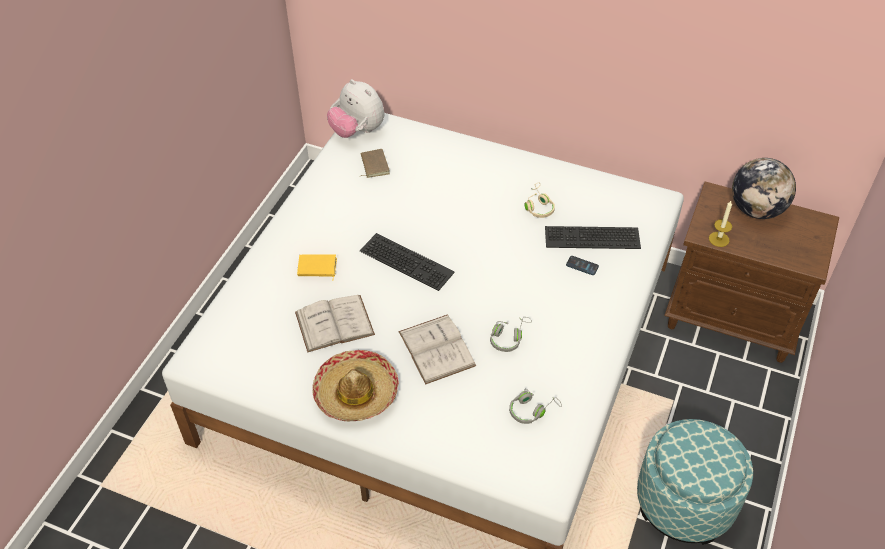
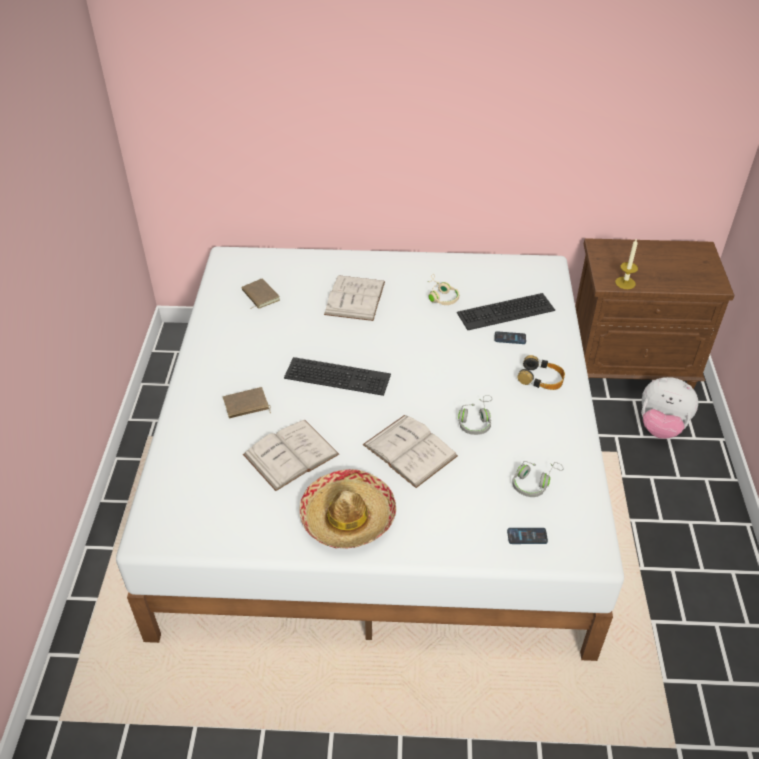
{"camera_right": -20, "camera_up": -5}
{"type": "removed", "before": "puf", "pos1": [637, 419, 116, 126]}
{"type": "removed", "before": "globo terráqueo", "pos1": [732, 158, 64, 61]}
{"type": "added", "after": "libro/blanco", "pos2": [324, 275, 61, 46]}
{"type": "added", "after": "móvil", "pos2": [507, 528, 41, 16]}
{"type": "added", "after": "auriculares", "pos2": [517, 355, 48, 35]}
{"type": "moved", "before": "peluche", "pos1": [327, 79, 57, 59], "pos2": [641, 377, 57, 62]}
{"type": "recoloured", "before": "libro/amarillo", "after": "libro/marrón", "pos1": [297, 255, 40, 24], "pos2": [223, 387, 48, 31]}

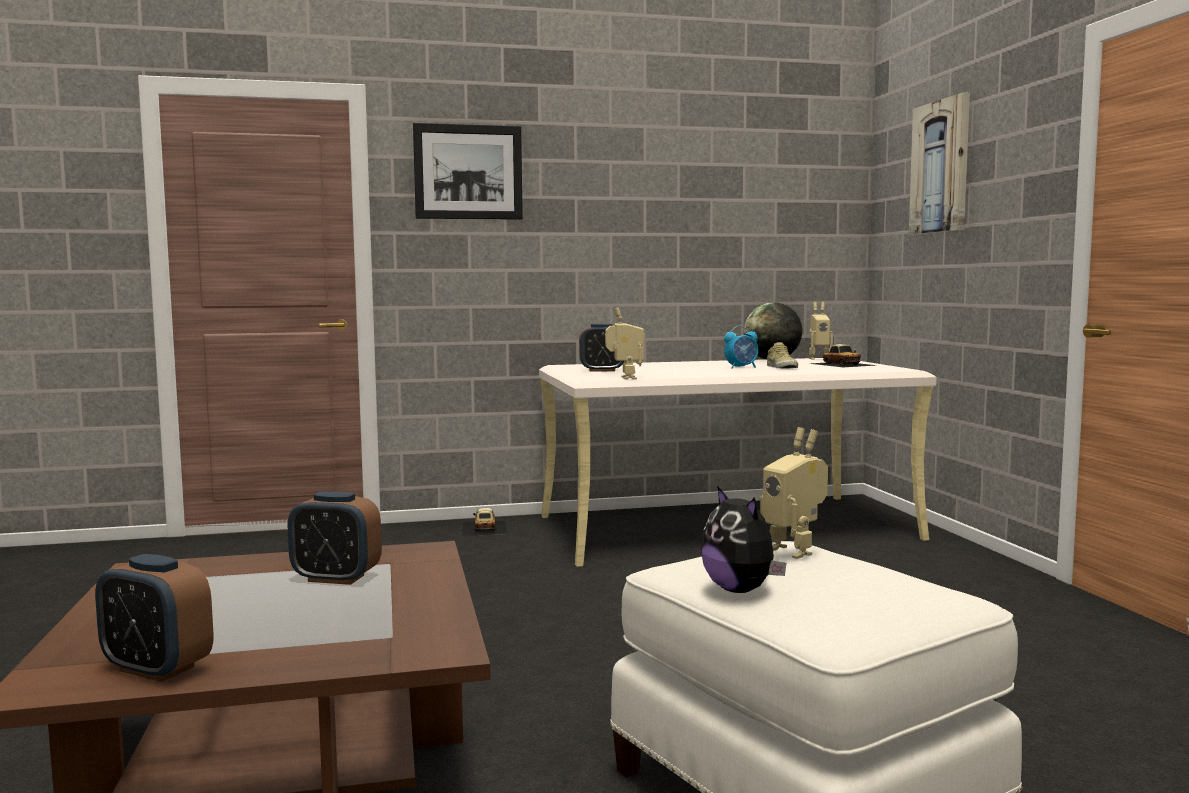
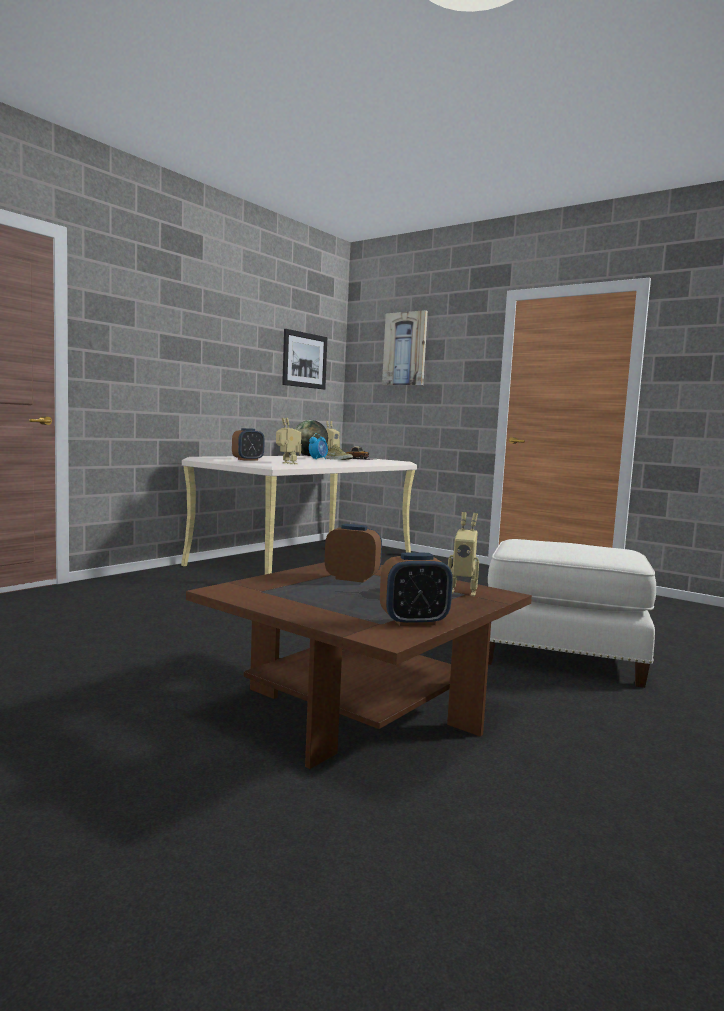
{"camera_right": -40, "camera_up": 0}
{"type": "removed", "before": "coche de juguete", "pos1": [462, 508, 45, 28]}
{"type": "removed", "before": "peluche", "pos1": [701, 486, 85, 107]}
{"type": "moved", "before": "cuadro", "pos1": [413, 123, 110, 97], "pos2": [282, 329, 45, 60]}
{"type": "moved", "before": "robot de juguete", "pos1": [760, 427, 68, 132], "pos2": [448, 512, 31, 84]}
{"type": "turned", "before": "despertador", "pos1": [288, 491, 94, 94], "pos2": [325, 524, 57, 59], "turn": -135}

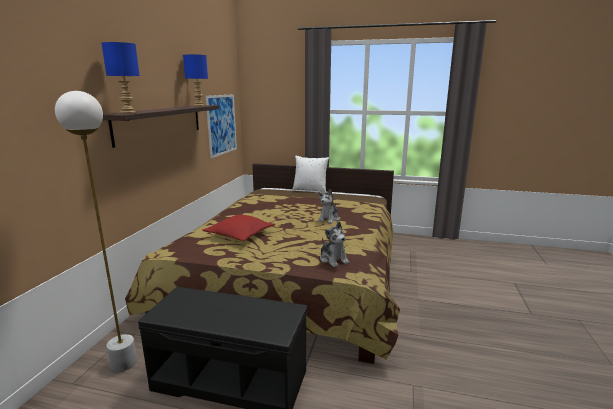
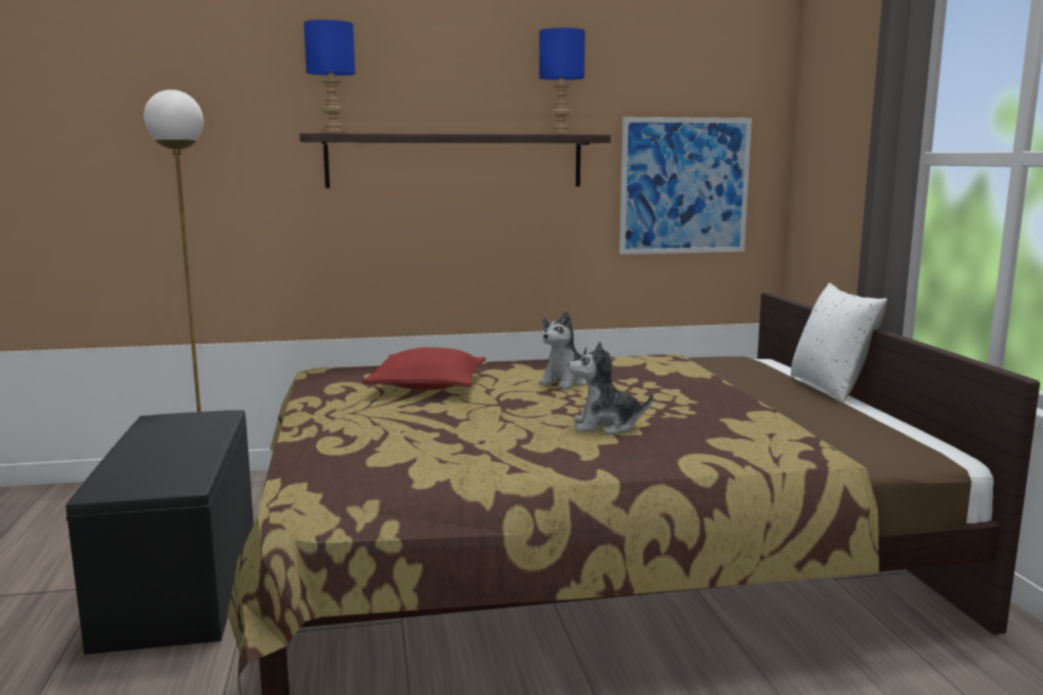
{"camera_right": 65, "camera_up": -5}
{"type": "moved", "before": "peluche", "pos1": [320, 222, 30, 45], "pos2": [538, 311, 49, 78]}

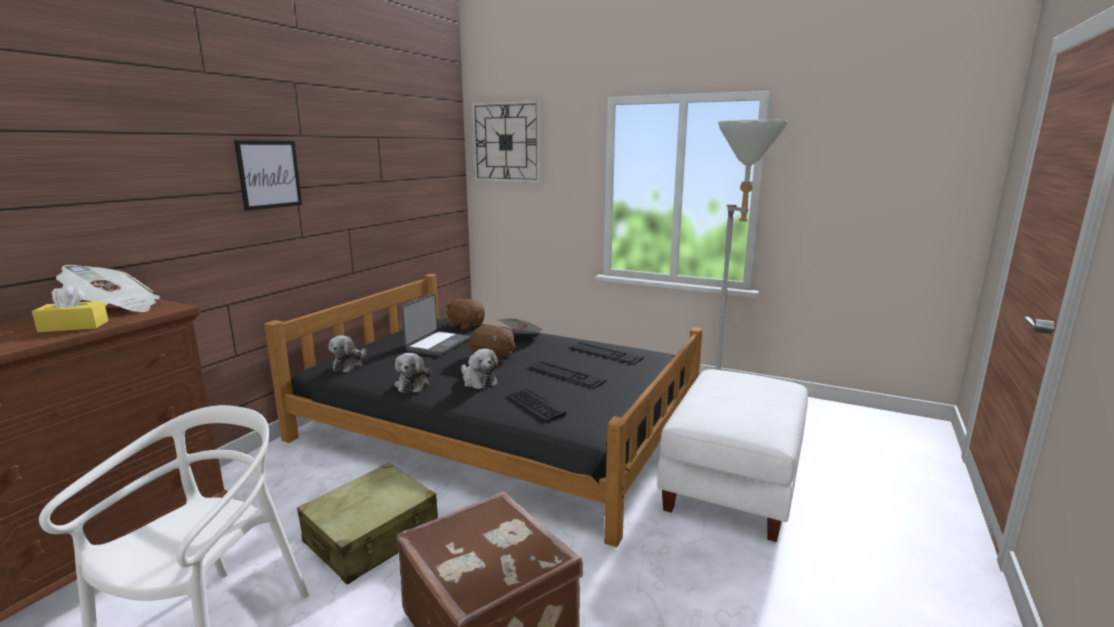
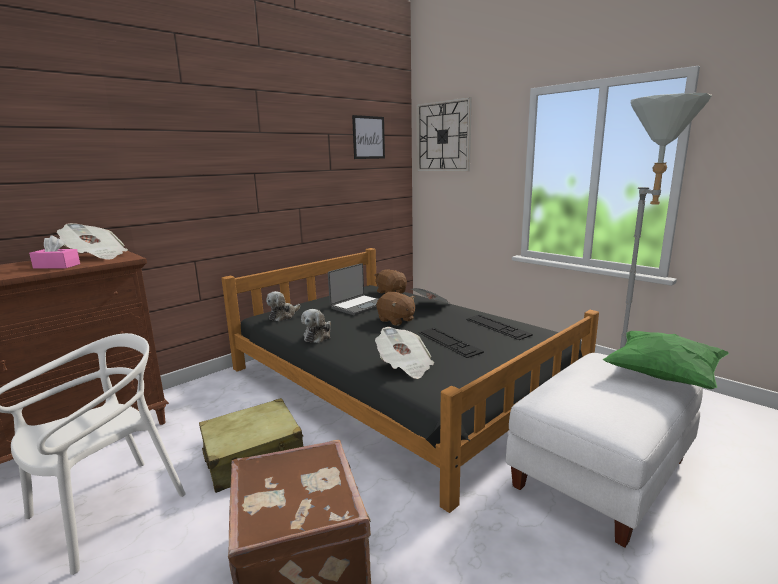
{"camera_right": 20, "camera_up": 0}
{"type": "removed", "before": "peluche", "pos1": [461, 349, 37, 40]}
{"type": "added", "after": "cojín/verde", "pos2": [603, 331, 126, 58]}
{"type": "moved", "before": "cuadro", "pos1": [234, 140, 68, 71], "pos2": [352, 115, 33, 44]}
{"type": "replaced", "before": "teclado", "after": "periódico", "pos1": [507, 388, 59, 34], "pos2": [375, 327, 59, 52]}
{"type": "recoloured", "before": "caja de pañuelos/amarillo", "after": "caja de pañuelos/rosa", "pos1": [32, 285, 77, 47], "pos2": [29, 235, 51, 33]}

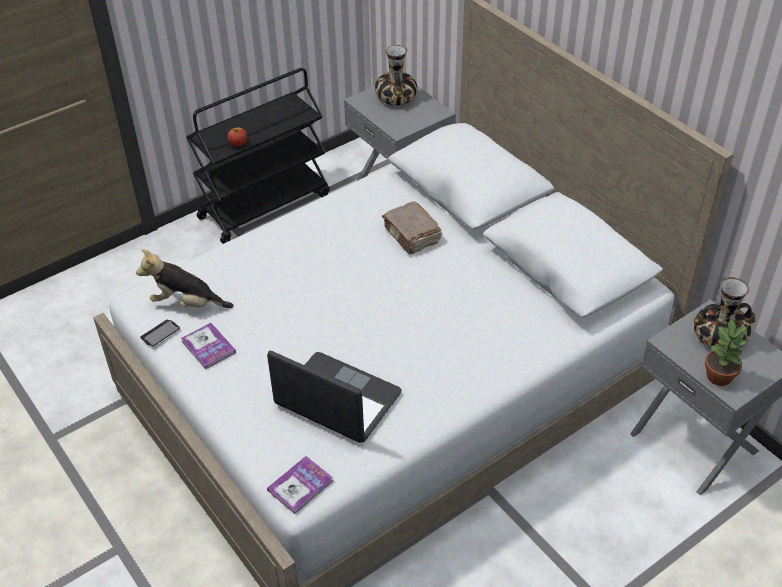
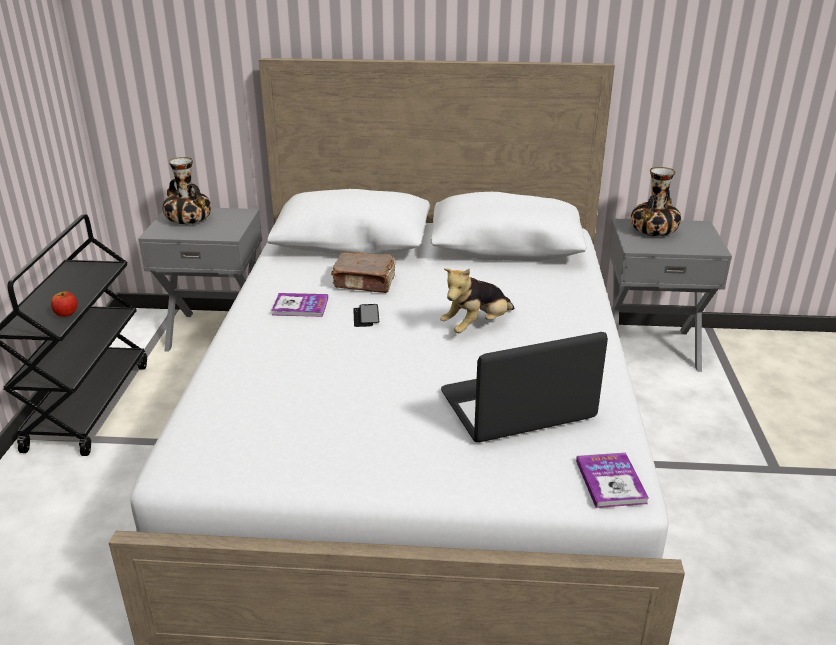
{"camera_right": -50, "camera_up": -15}
{"type": "removed", "before": "planta en maceta", "pos1": [705, 318, 42, 68]}
{"type": "moved", "before": "peluche", "pos1": [136, 249, 98, 59], "pos2": [440, 268, 74, 65]}
{"type": "moved", "before": "móvil", "pos1": [140, 320, 40, 26], "pos2": [353, 304, 26, 23]}
{"type": "moved", "before": "libro", "pos1": [181, 323, 55, 46], "pos2": [271, 293, 57, 24]}

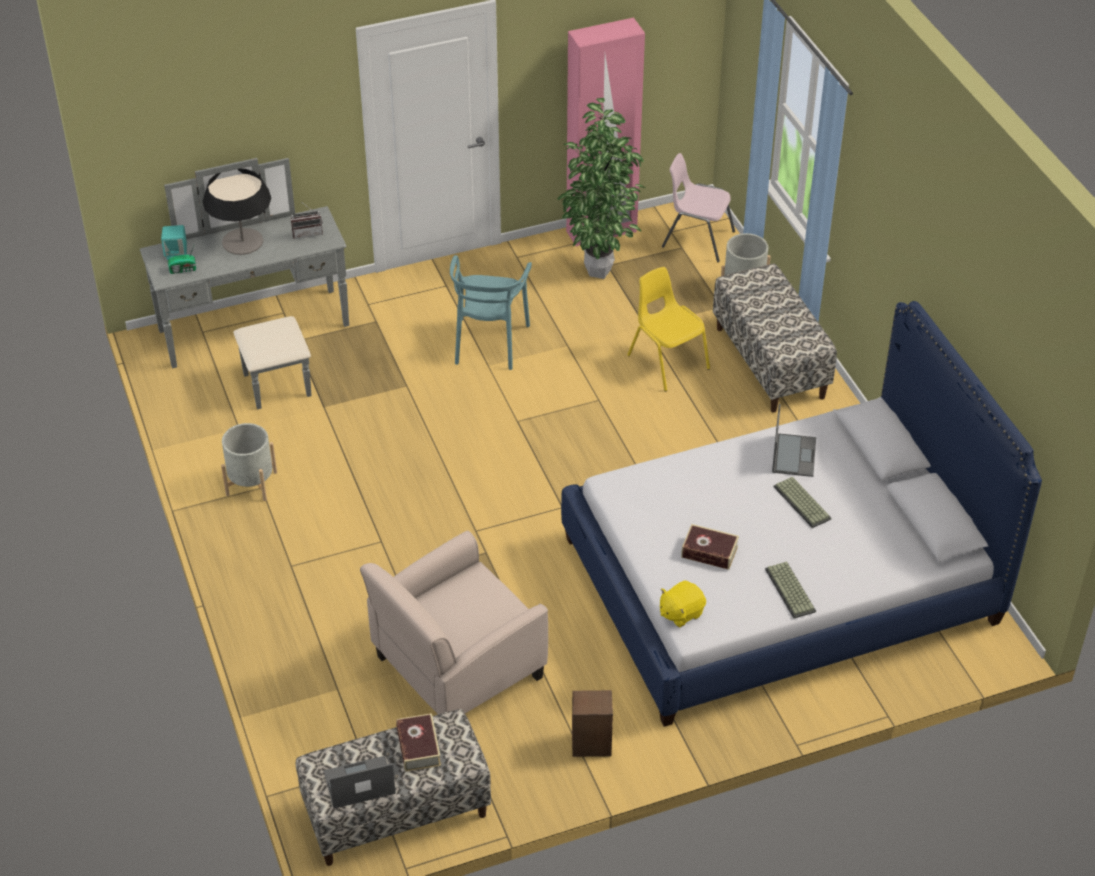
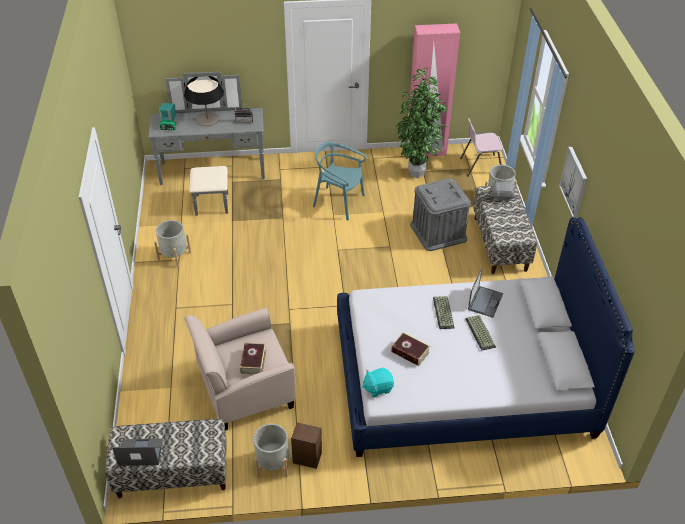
{"camera_right": 15, "camera_up": 0}
{"type": "added", "after": "maceta/gris", "pos2": [254, 424, 35, 53]}
{"type": "added", "after": "peluche/gris", "pos2": [488, 180, 26, 22]}
{"type": "added", "after": "cuadro", "pos2": [559, 147, 28, 71]}
{"type": "moved", "before": "libro", "pos1": [396, 713, 45, 59], "pos2": [240, 343, 26, 32]}
{"type": "moved", "before": "teclado", "pos1": [765, 561, 51, 57], "pos2": [433, 296, 21, 33]}
{"type": "replaced", "before": "silla/amarillo", "after": "caja de almacenaje/gris", "pos1": [627, 267, 83, 124], "pos2": [410, 178, 61, 73]}
{"type": "recoloured", "before": "peluche/amarillo", "after": "peluche/turquesa", "pos1": [660, 580, 46, 47], "pos2": [362, 368, 32, 29]}
{"type": "turned", "before": "silla/turquesa", "pos1": [450, 255, 82, 115], "pos2": [313, 142, 53, 78], "turn": 90}
{"type": "turned", "before": "silla/rosa", "pos1": [662, 153, 73, 109], "pos2": [460, 118, 42, 58], "turn": -45}

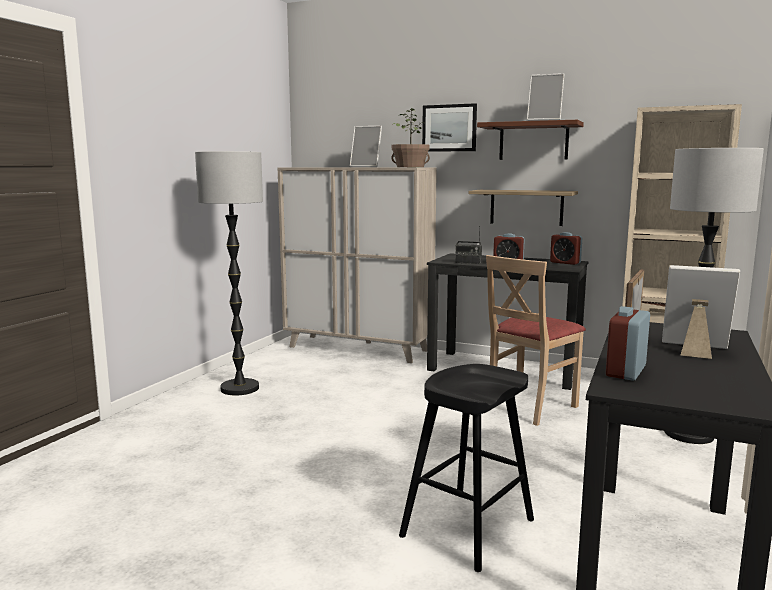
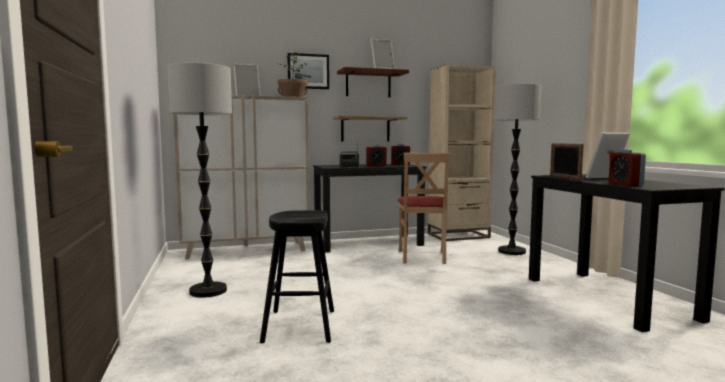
{"camera_right": -40, "camera_up": -5}
{"type": "moved", "before": "taburete/negro", "pos1": [399, 364, 135, 208], "pos2": [260, 210, 74, 133]}

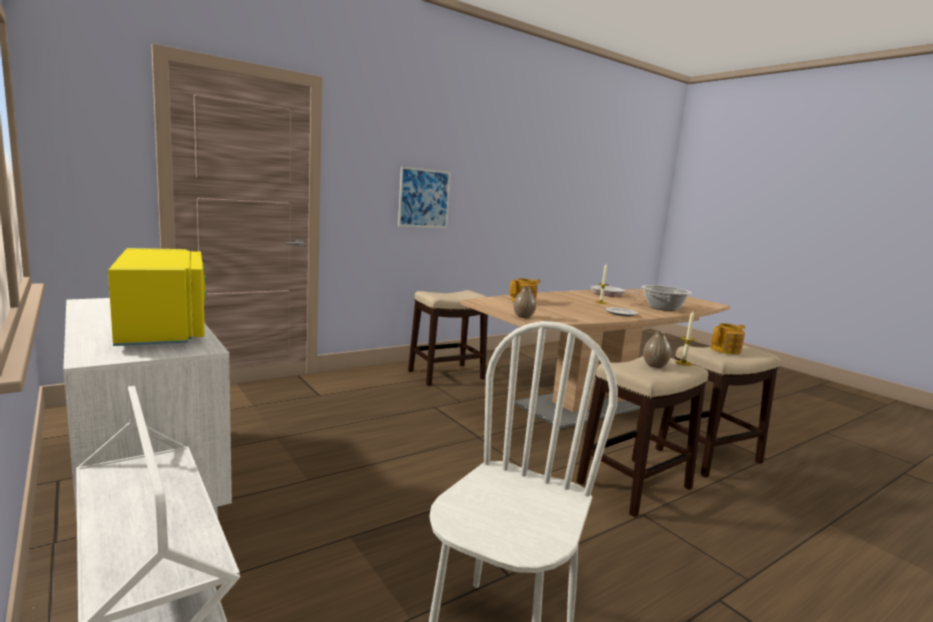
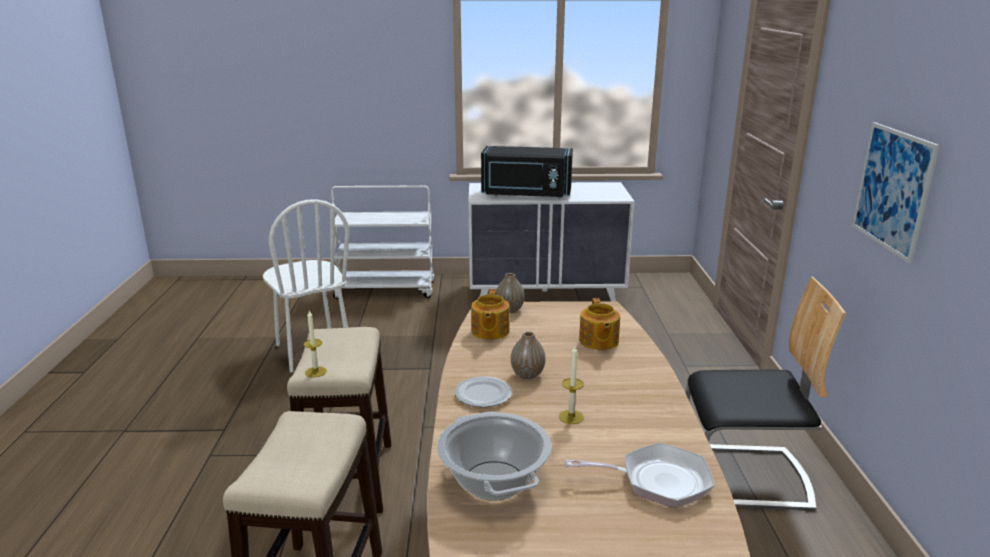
{"camera_right": 125, "camera_up": 10}
{"type": "moved", "before": "florero", "pos1": [643, 332, 28, 36], "pos2": [511, 331, 34, 48]}
{"type": "moved", "before": "tetera", "pos1": [710, 323, 35, 32], "pos2": [471, 289, 39, 51]}
{"type": "replaced", "before": "taburete", "after": "silla", "pos1": [408, 290, 80, 96], "pos2": [686, 277, 160, 234]}
{"type": "recoloured", "before": "microondas/amarillo", "after": "microondas/negro", "pos1": [108, 248, 99, 98], "pos2": [481, 146, 92, 53]}

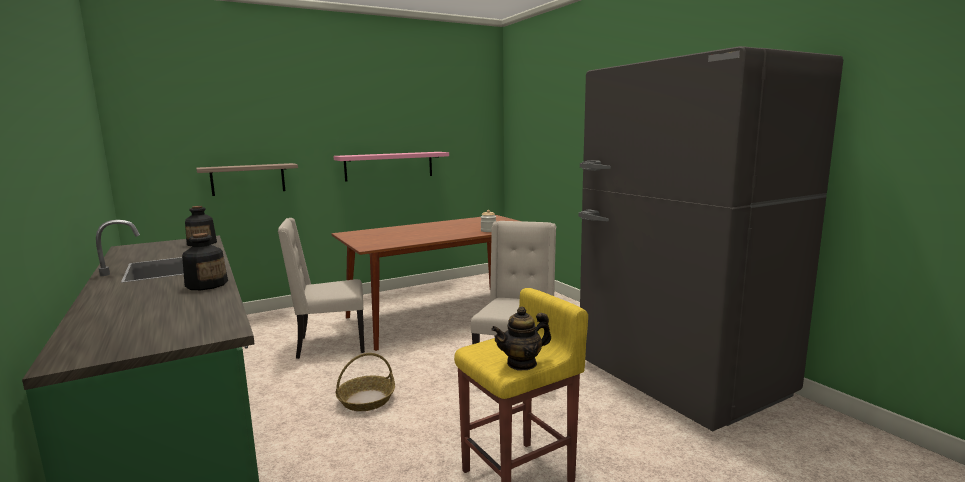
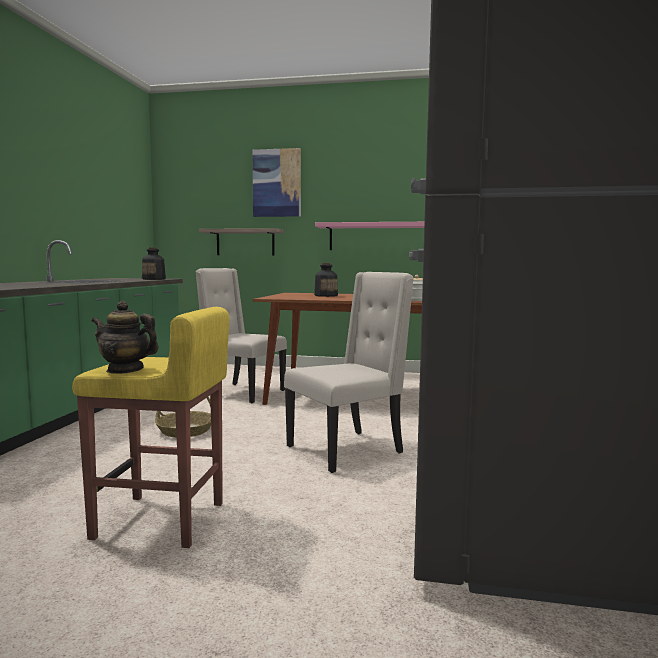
{"camera_right": 40, "camera_up": -5}
{"type": "added", "after": "cuadro", "pos2": [252, 148, 49, 69]}
{"type": "moved", "before": "botella", "pos1": [182, 233, 46, 57], "pos2": [314, 263, 24, 34]}

